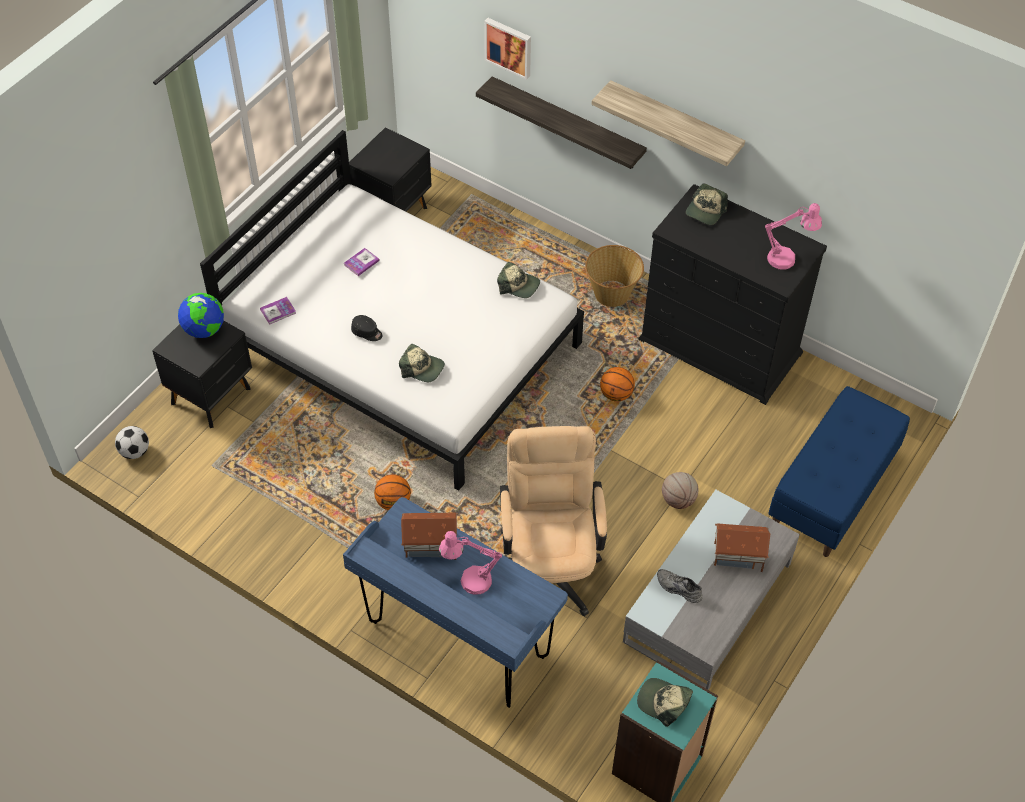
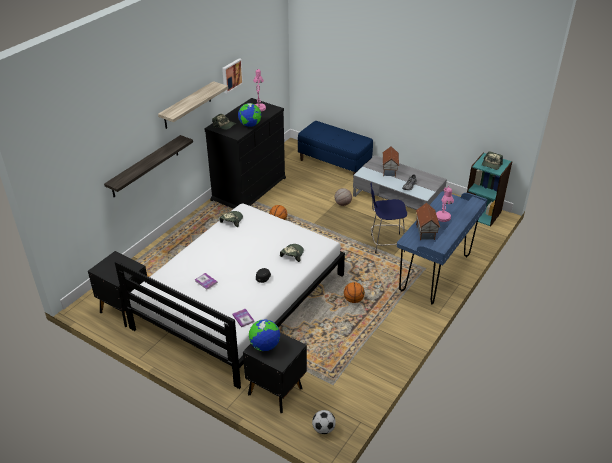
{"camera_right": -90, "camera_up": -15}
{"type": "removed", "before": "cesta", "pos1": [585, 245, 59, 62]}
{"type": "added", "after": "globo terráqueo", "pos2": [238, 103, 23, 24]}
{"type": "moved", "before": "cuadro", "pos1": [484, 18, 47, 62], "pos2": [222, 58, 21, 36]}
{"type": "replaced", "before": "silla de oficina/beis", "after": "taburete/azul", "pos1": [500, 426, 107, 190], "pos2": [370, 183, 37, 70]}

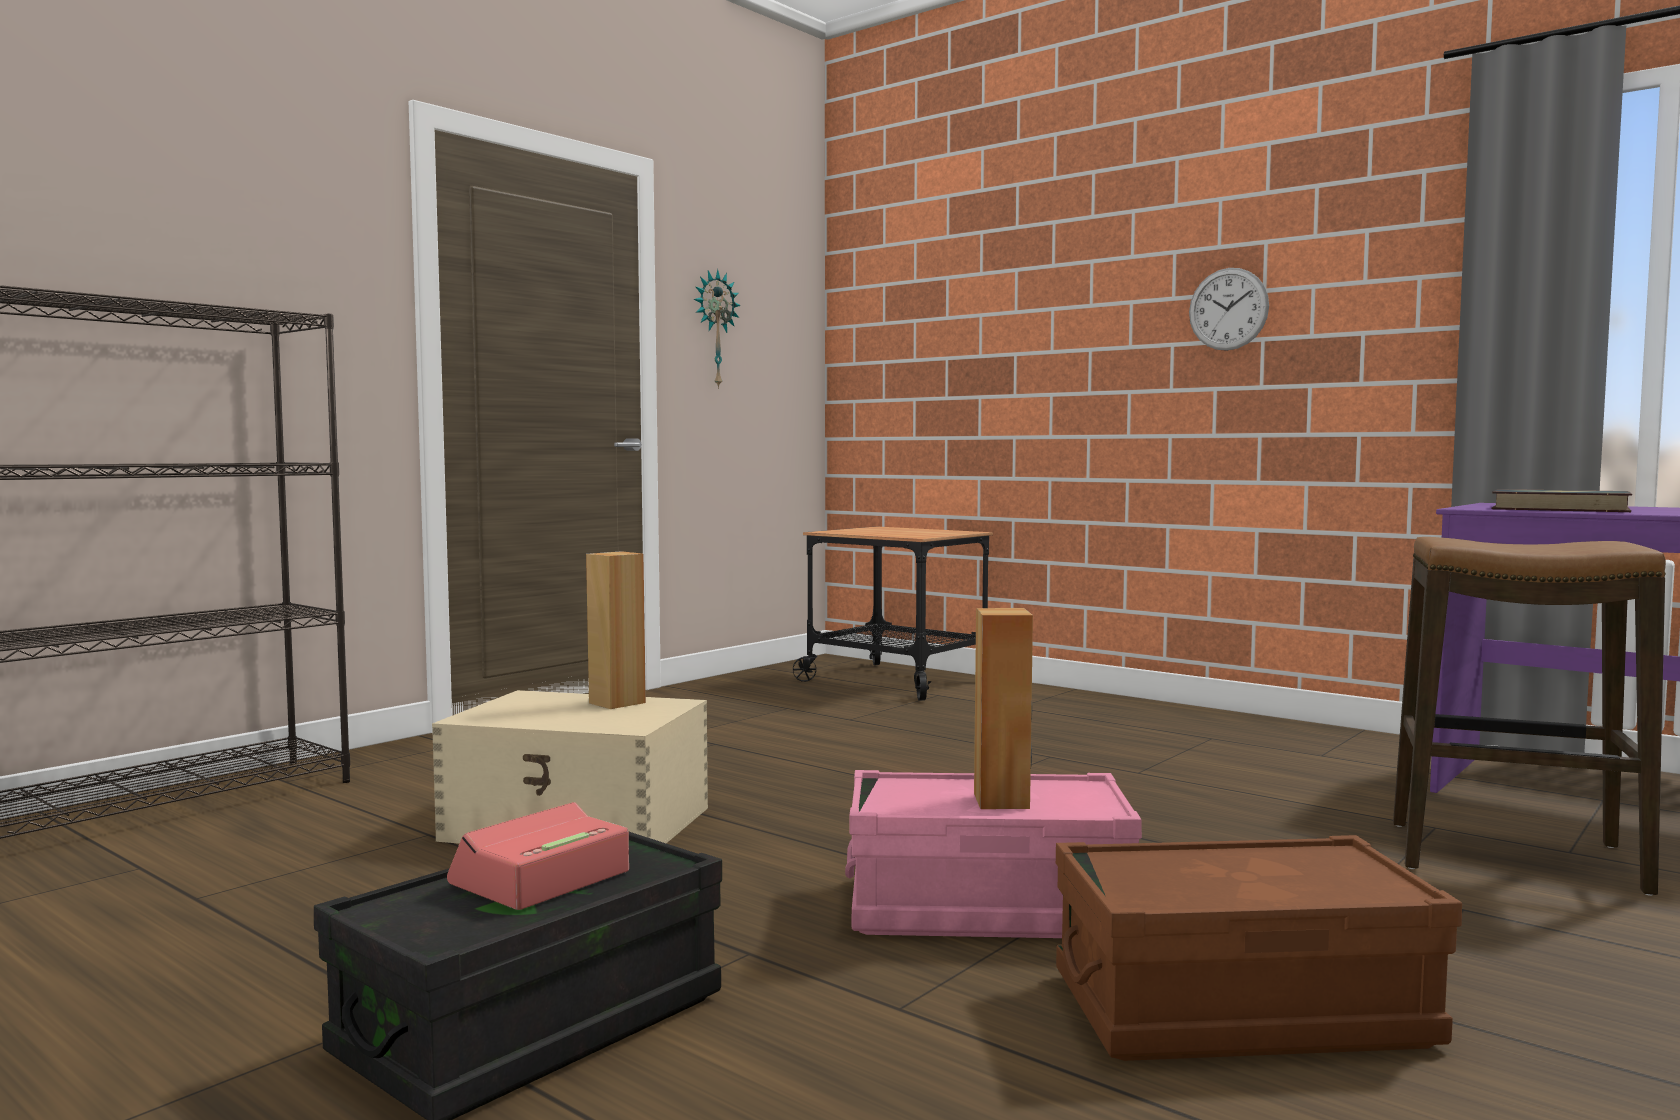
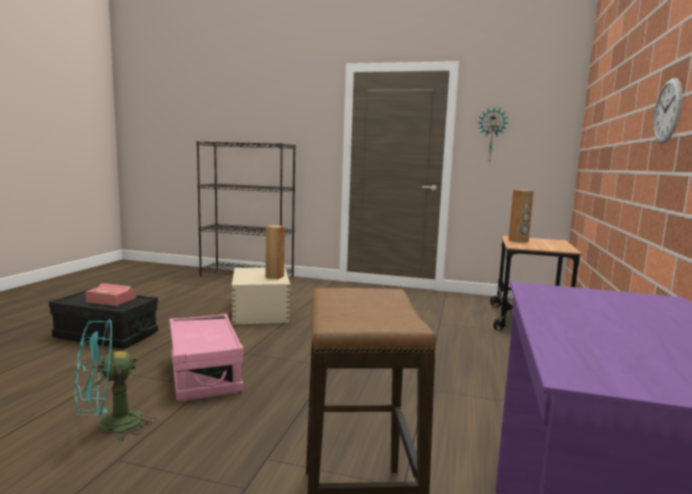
{"camera_right": 65, "camera_up": 5}
{"type": "removed", "before": "libro", "pos1": [1492, 489, 140, 23]}
{"type": "moved", "before": "altavoz/marrón", "pos1": [974, 608, 59, 201], "pos2": [508, 190, 26, 53]}
{"type": "replaced", "before": "caja de almacenaje/marrón", "after": "ventilador/turquesa", "pos1": [1056, 835, 406, 226], "pos2": [75, 319, 82, 123]}

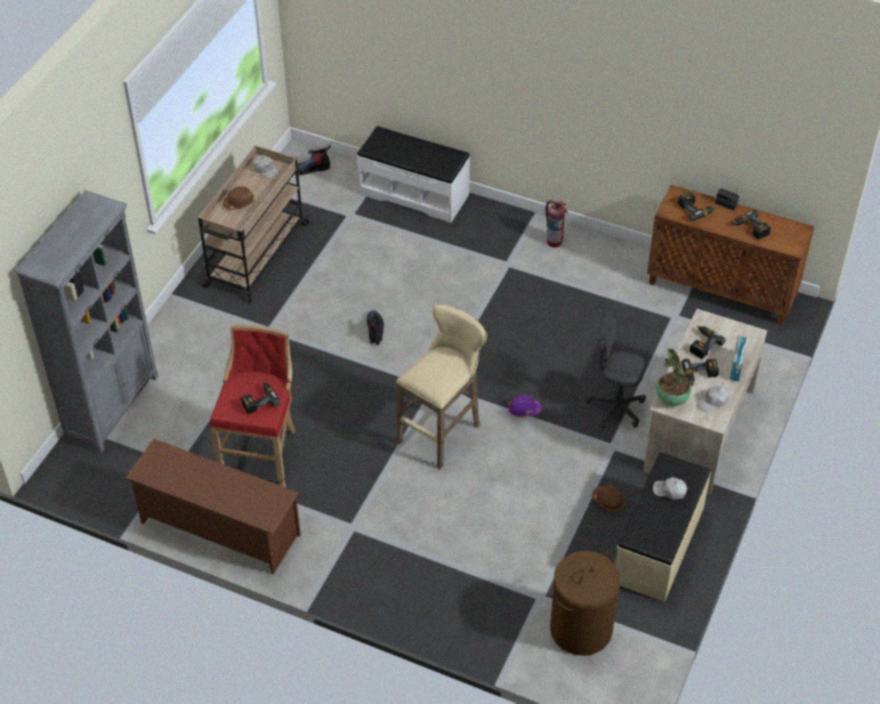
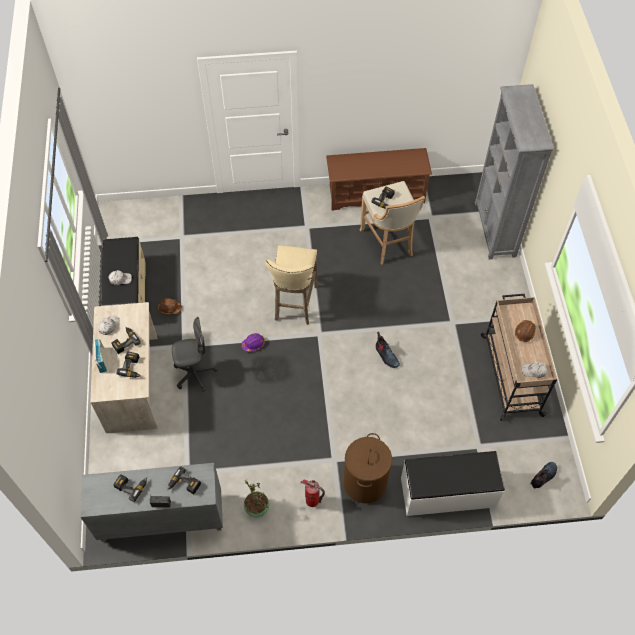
{"camera_right": 150, "camera_up": 10}
{"type": "moved", "before": "cesto de la ropa/marrón", "pos1": [550, 551, 70, 105], "pos2": [343, 433, 49, 70]}
{"type": "moved", "before": "planta en maceta", "pos1": [657, 349, 34, 57], "pos2": [244, 479, 25, 39]}
{"type": "recoloured", "before": "taburete/rojo", "after": "taburete/beis", "pos1": [210, 325, 86, 162], "pos2": [359, 181, 66, 84]}
{"type": "recoloured", "before": "armario/marrón", "after": "armario/gris", "pos1": [647, 185, 167, 140], "pos2": [80, 463, 143, 79]}

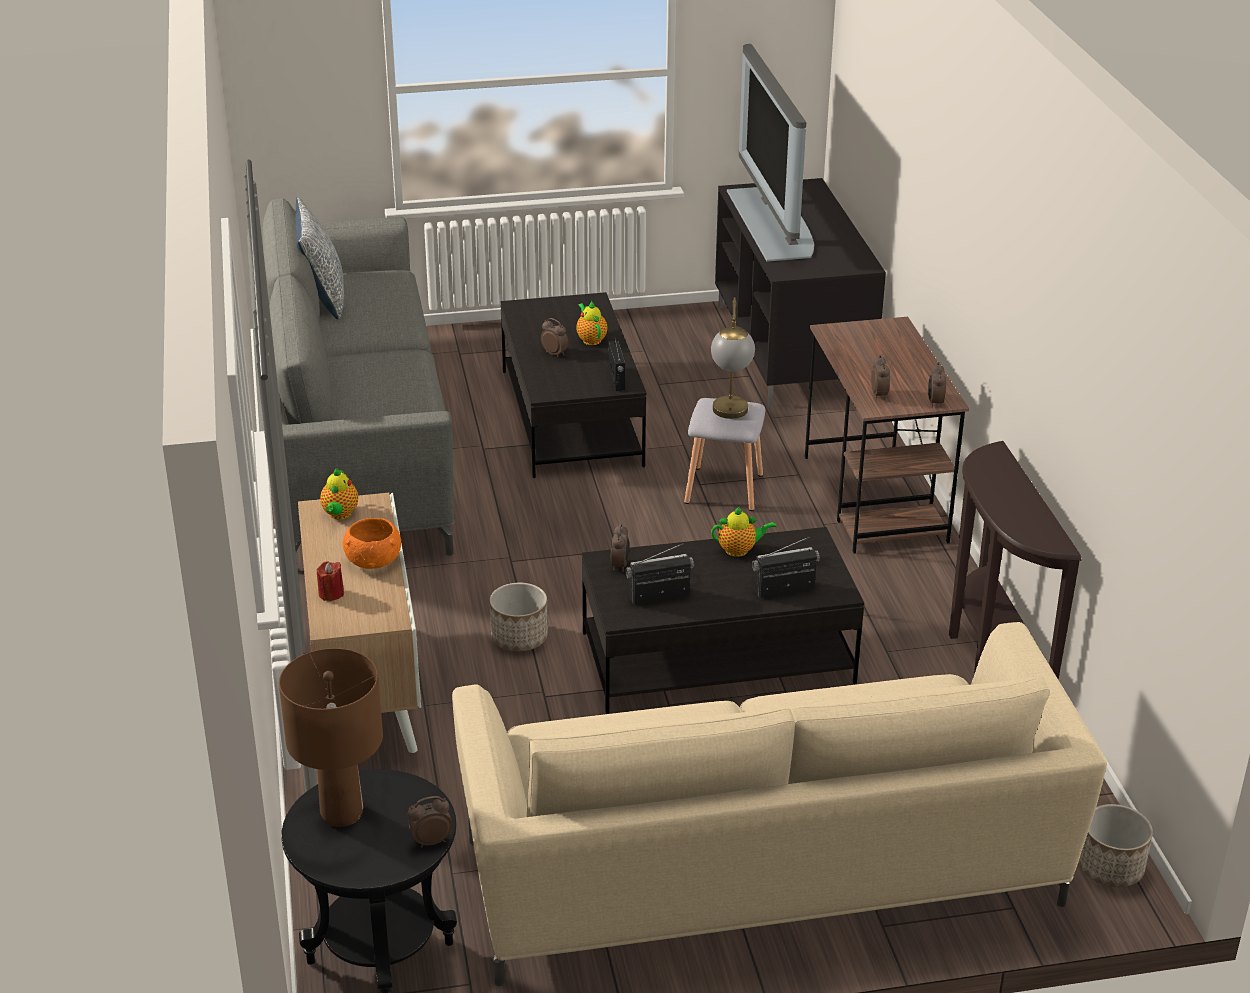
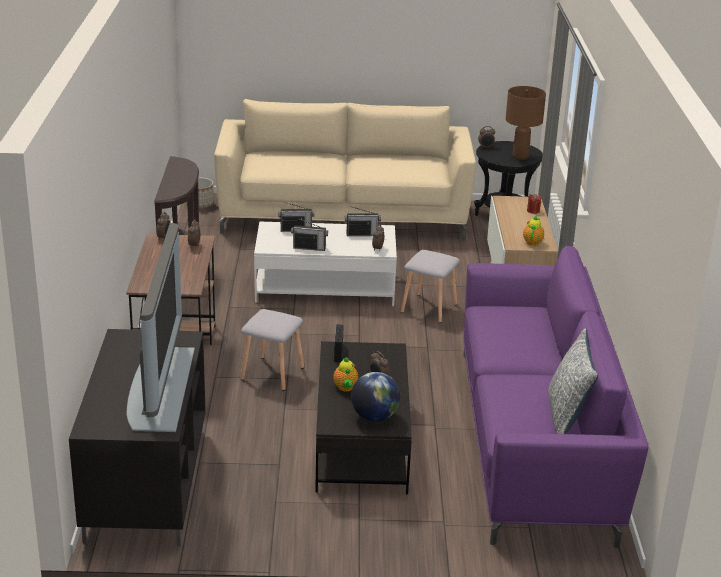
{"camera_right": -170, "camera_up": -5}
{"type": "removed", "before": "cuenco/naranja", "pos1": [342, 518, 59, 51]}
{"type": "removed", "before": "lámpara de mesa", "pos1": [711, 297, 44, 122]}
{"type": "added", "after": "globo terráqueo", "pos2": [351, 372, 49, 50]}
{"type": "replaced", "before": "maceta", "after": "taburete/gris", "pos1": [490, 583, 58, 68], "pos2": [401, 250, 59, 73]}
{"type": "replaced", "before": "tetera", "after": "radio", "pos1": [711, 507, 65, 50], "pos2": [291, 218, 37, 33]}
{"type": "recoloured", "before": "sofá/gris", "after": "sofá/morado", "pos1": [247, 198, 208, 358], "pos2": [463, 246, 186, 302]}
{"type": "recoloured", "before": "mesa de centro/negro", "after": "mesa de centro/blanco", "pos1": [582, 527, 282, 187], "pos2": [254, 222, 143, 84]}

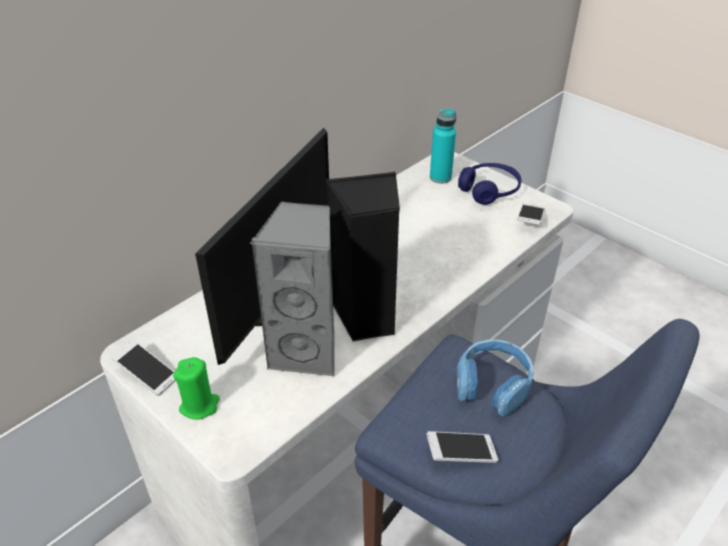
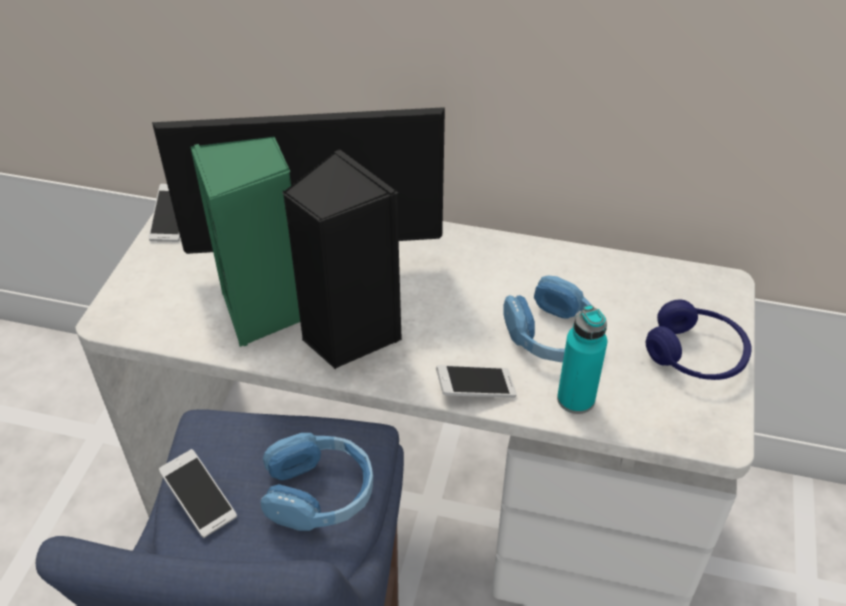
{"camera_right": 60, "camera_up": 5}
{"type": "removed", "before": "vela/verde", "pos1": [173, 357, 47, 63]}
{"type": "added", "after": "auriculares/azul", "pos2": [503, 275, 88, 87]}
{"type": "moved", "before": "botella/turquesa", "pos1": [430, 109, 26, 75], "pos2": [557, 305, 50, 109]}
{"type": "moved", "before": "móvil", "pos1": [517, 203, 28, 22], "pos2": [436, 365, 81, 33]}
{"type": "recoloured", "before": "altavoz/gris", "after": "altavoz/verde", "pos1": [250, 202, 85, 174], "pos2": [191, 137, 109, 210]}

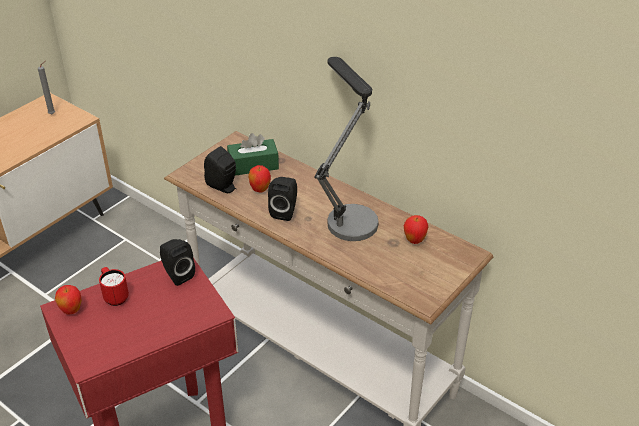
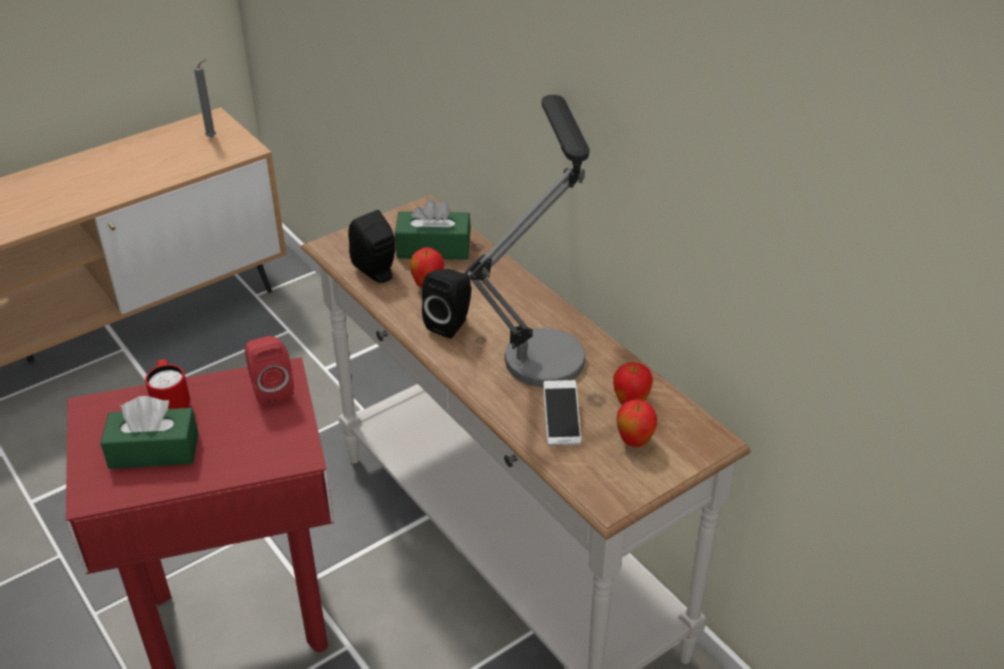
{"camera_right": 15, "camera_up": 0}
{"type": "added", "after": "caja de pañuelos/verde", "pos2": [100, 396, 99, 73]}
{"type": "added", "after": "móvil", "pos2": [543, 380, 38, 66]}
{"type": "moved", "before": "manzana", "pos1": [55, 285, 27, 29], "pos2": [617, 399, 41, 48]}
{"type": "recoloured", "before": "altavoz/negro", "after": "altavoz/rojo", "pos1": [160, 239, 35, 47], "pos2": [245, 336, 49, 70]}

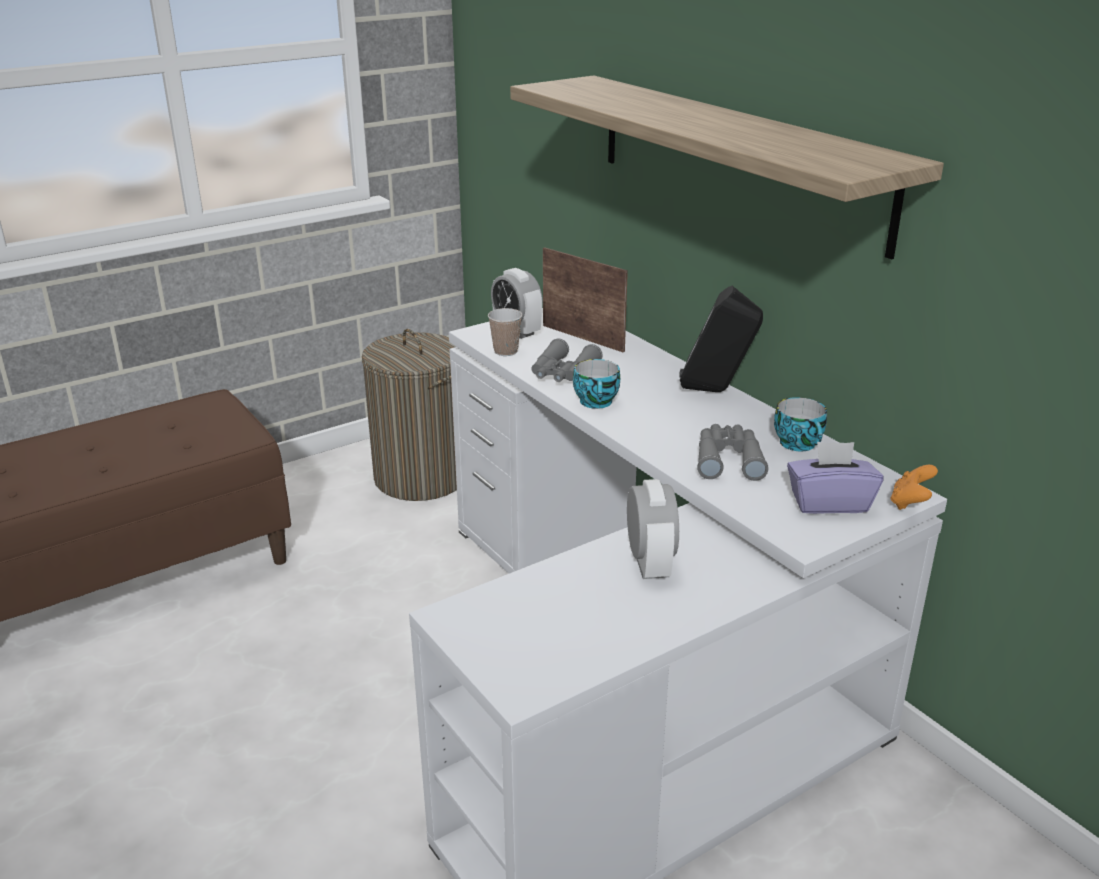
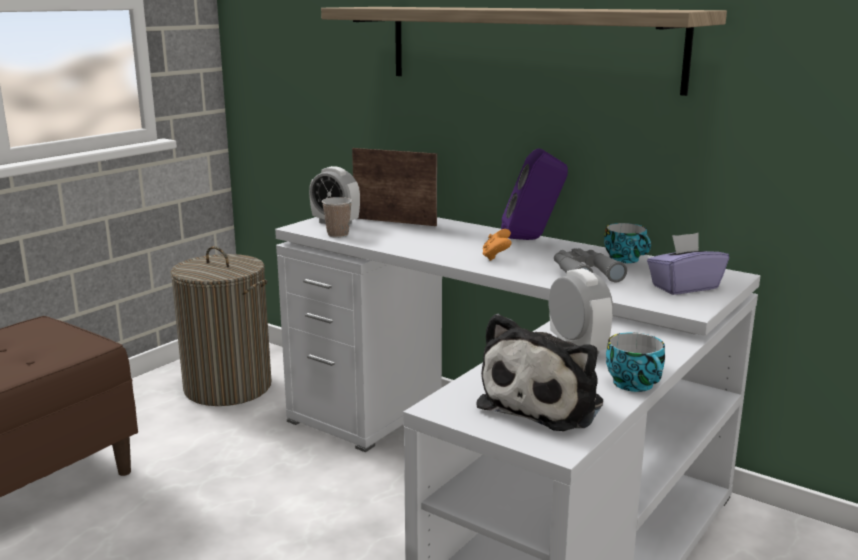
{"camera_right": -20, "camera_up": -10}
{"type": "removed", "before": "prismáticos/gris", "pos1": [531, 338, 72, 44]}
{"type": "added", "after": "peluche", "pos2": [476, 314, 127, 117]}
{"type": "moved", "before": "taza", "pos1": [573, 359, 47, 50], "pos2": [606, 332, 59, 60]}
{"type": "moved", "before": "mando de consola/naranja", "pos1": [891, 465, 47, 45], "pos2": [483, 229, 29, 32]}
{"type": "recoloured", "before": "altavoz/negro", "after": "altavoz/morado", "pos1": [679, 286, 84, 106], "pos2": [501, 148, 67, 92]}

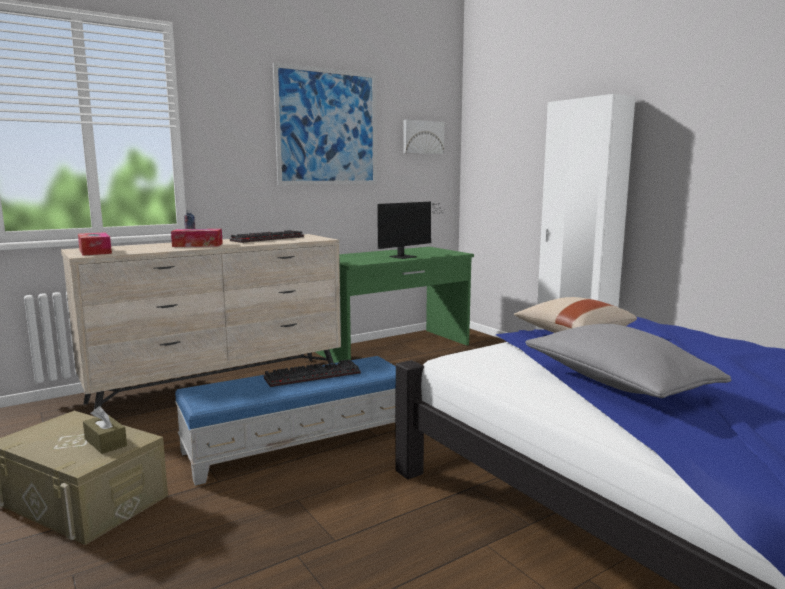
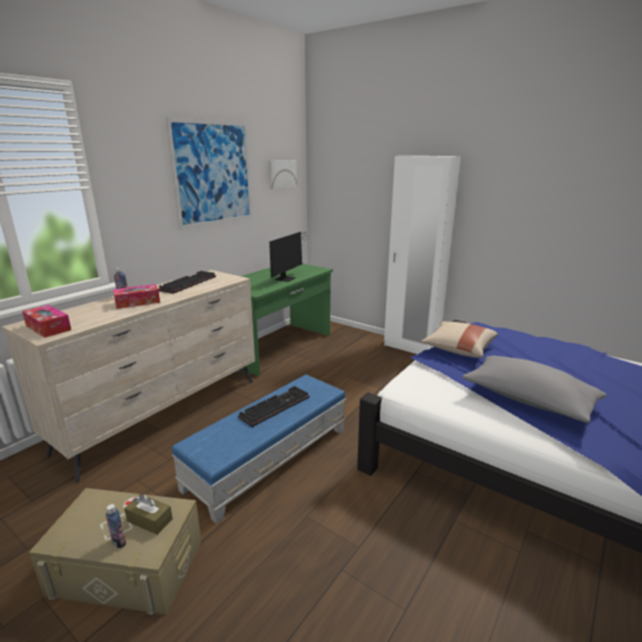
{"camera_right": -20, "camera_up": 10}
{"type": "added", "after": "botella", "pos2": [105, 504, 21, 44]}

